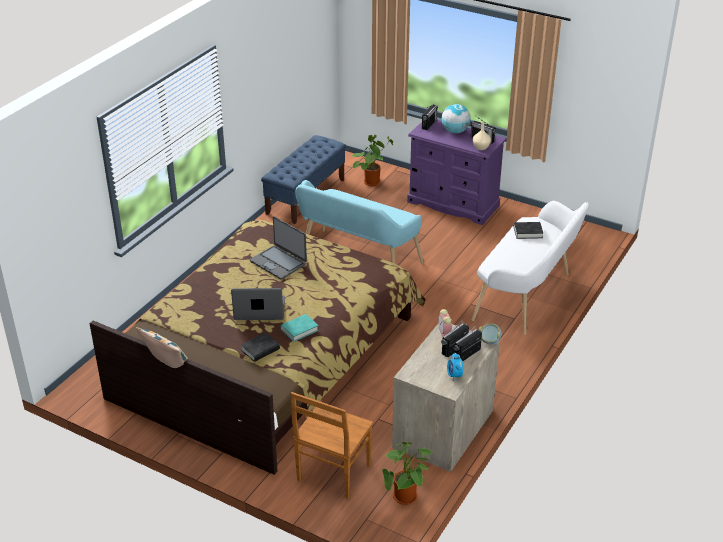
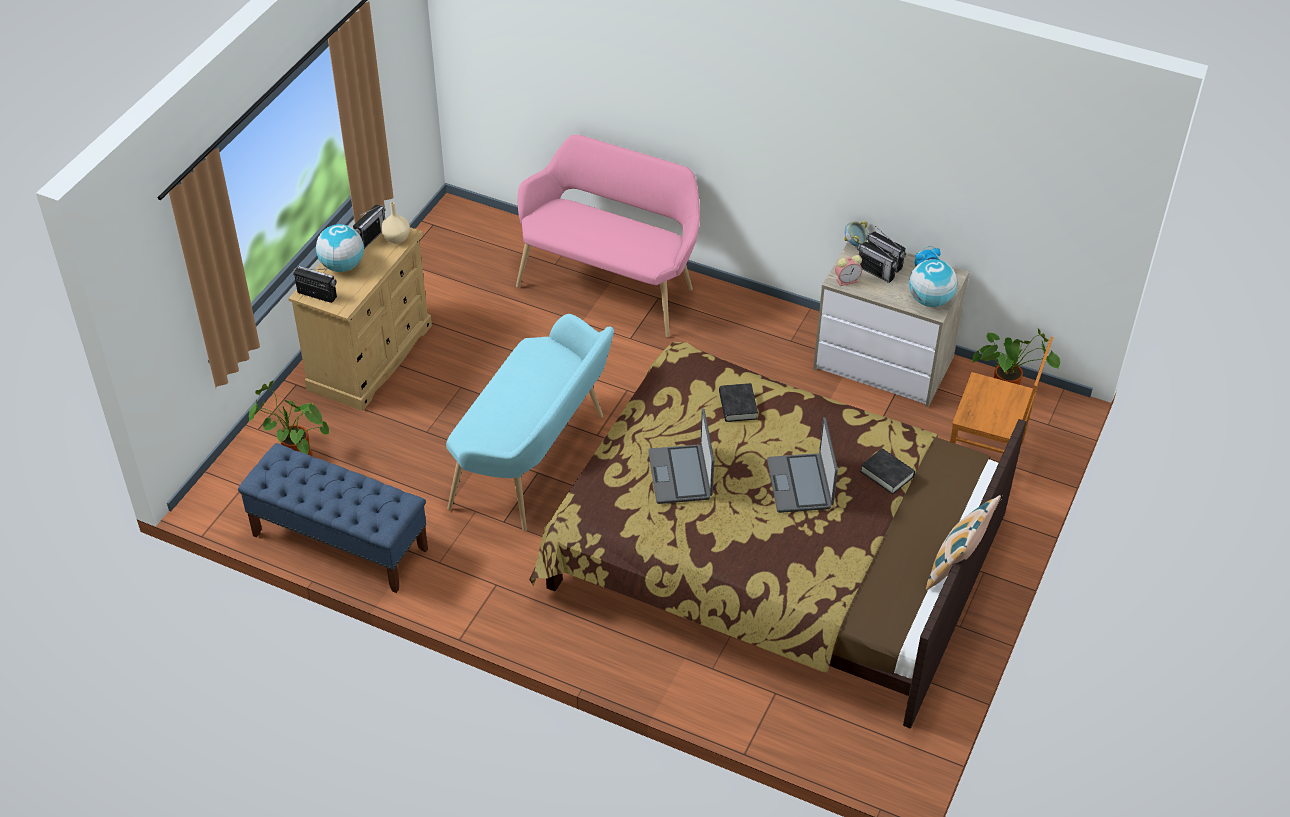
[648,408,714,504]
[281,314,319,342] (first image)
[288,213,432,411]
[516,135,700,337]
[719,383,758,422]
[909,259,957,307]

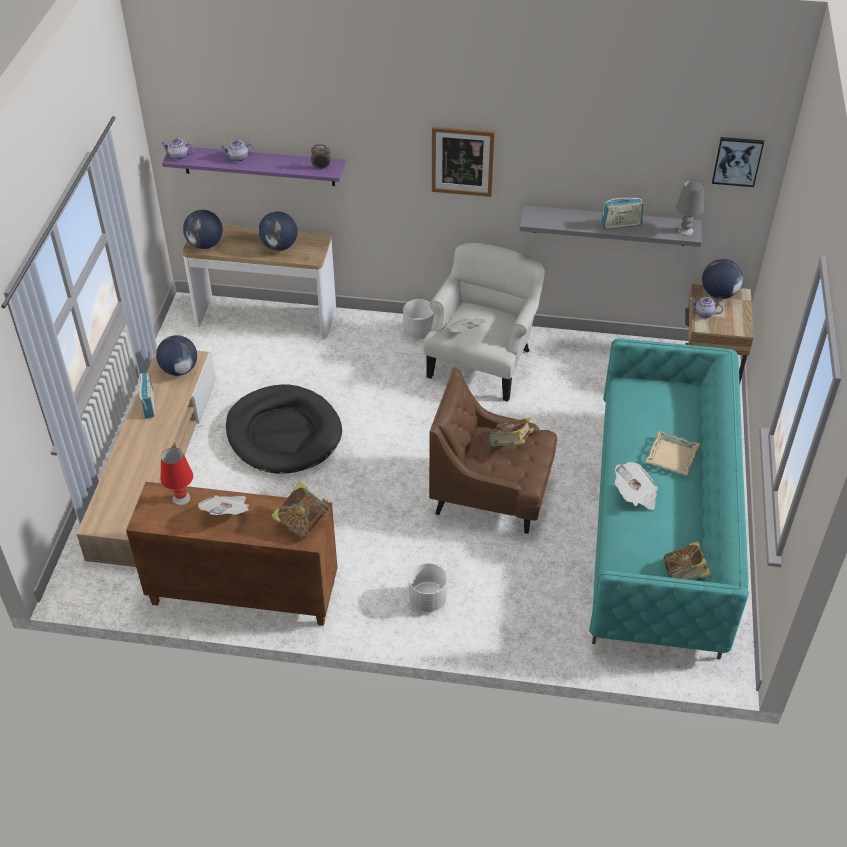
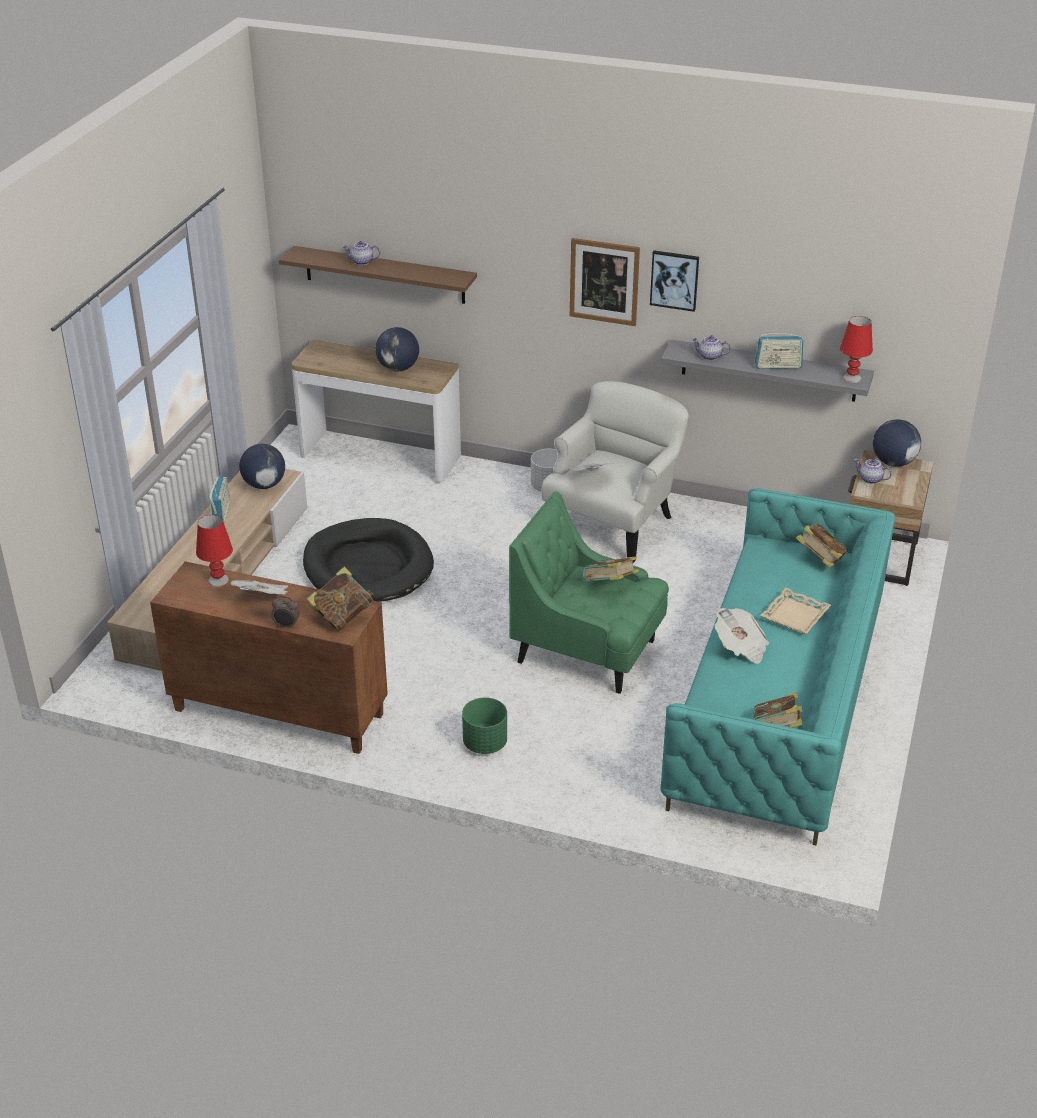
[692,335,731,361]
[279,246,477,304]
[183,210,223,249] (first image)
[271,595,299,629]
[462,697,507,754]
[509,491,669,694]
[840,316,873,383]
[650,250,699,312]
[796,523,848,568]

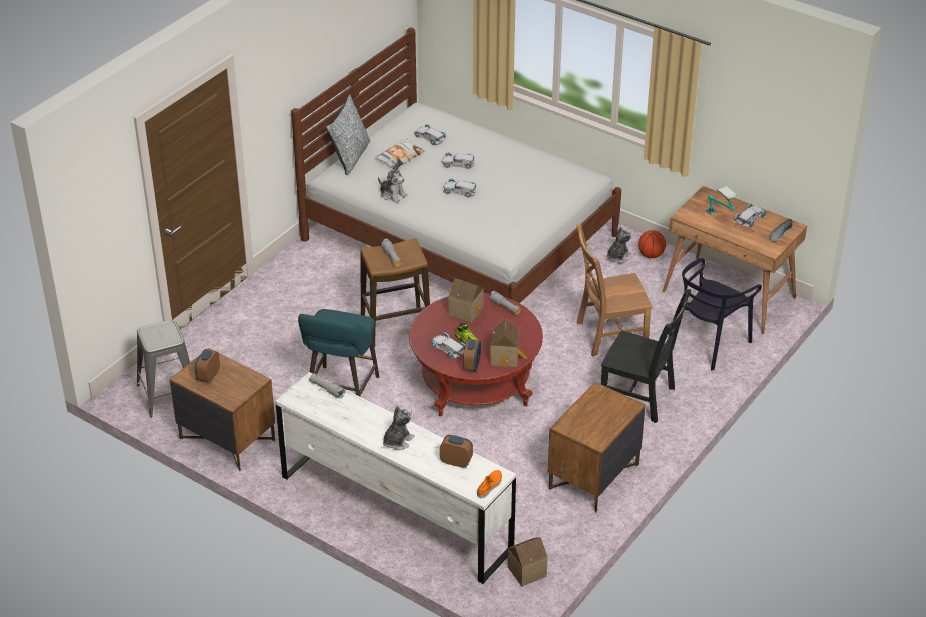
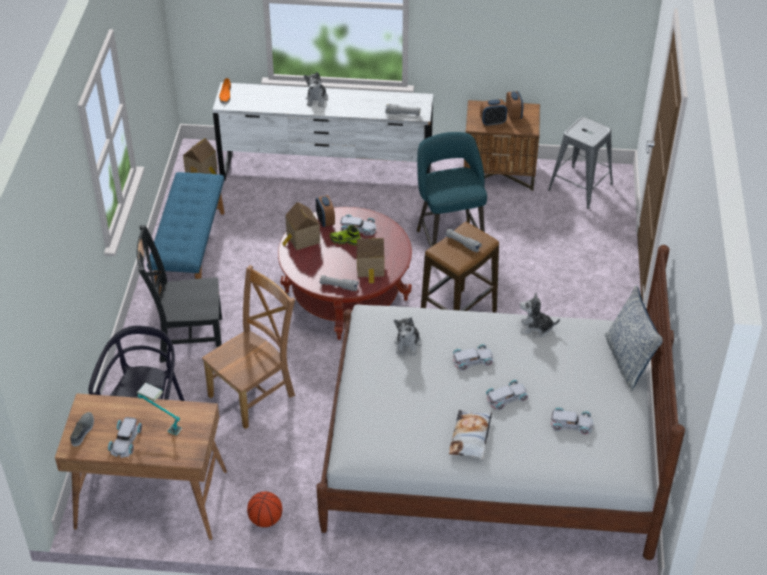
[449,410,492,459]
[480,99,507,126]
[147,172,225,295]
[394,316,422,356]

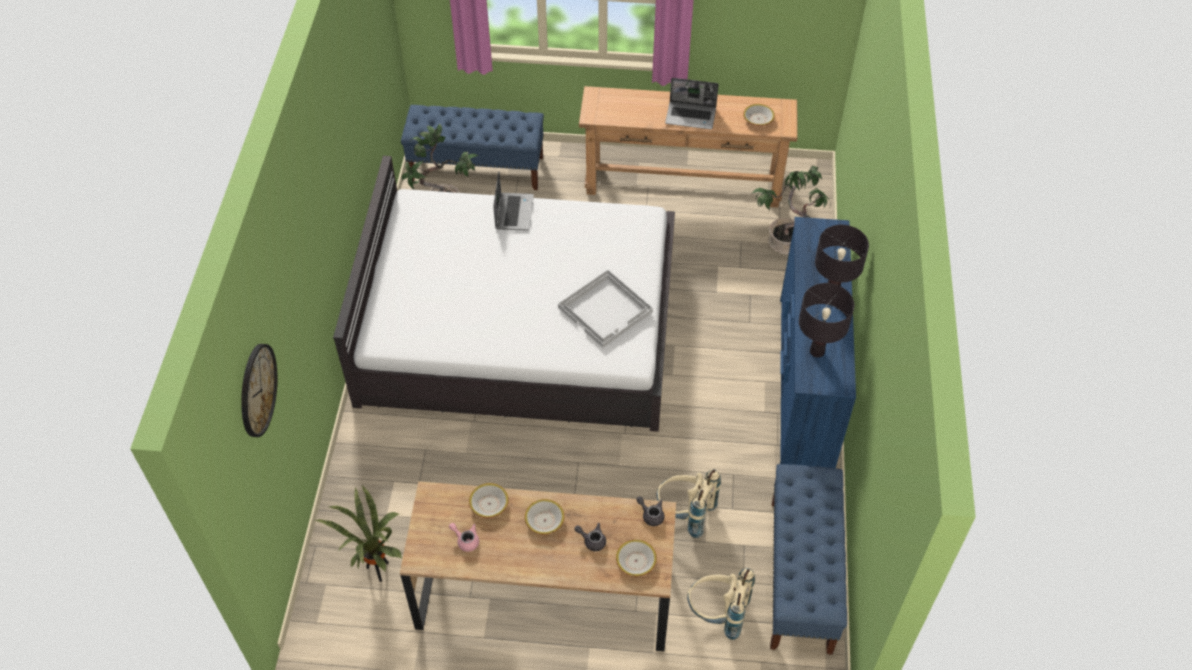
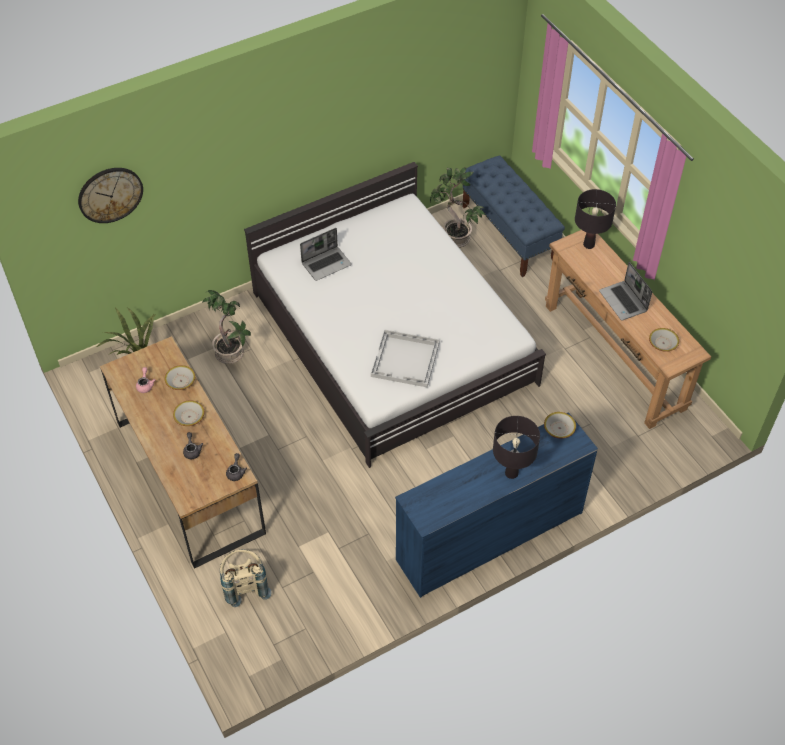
[300,228,352,281]
[544,412,576,439]
[656,469,721,538] (first image)
[202,290,251,364]
[770,464,847,655] (first image)
[575,189,616,249]

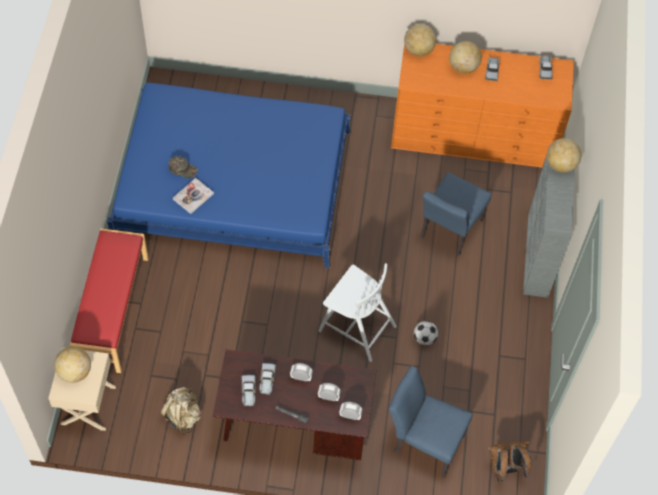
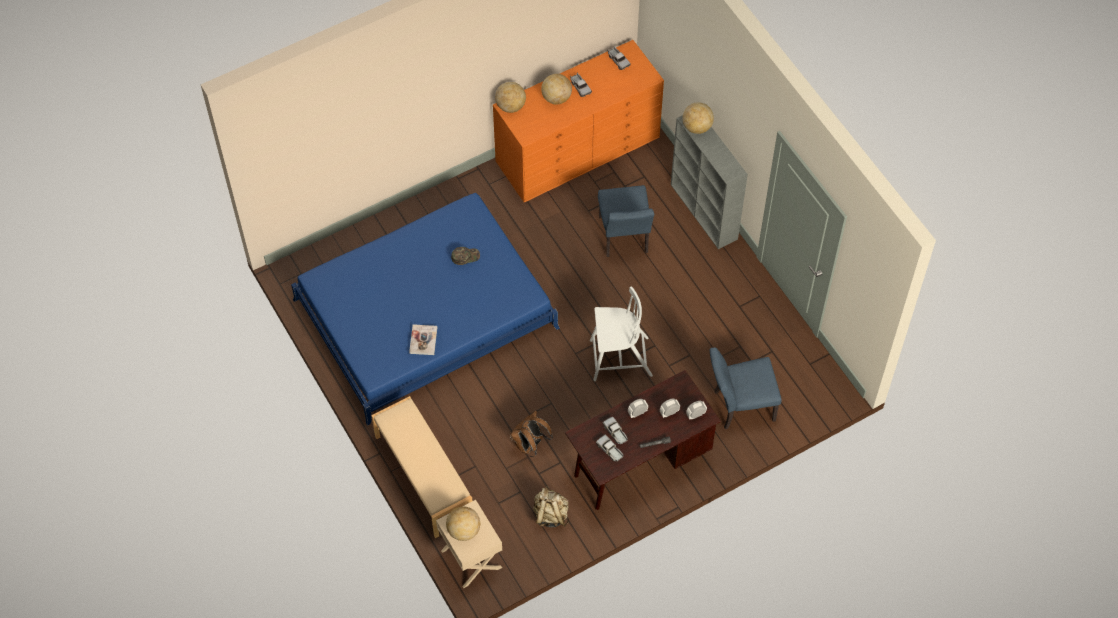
[371,396,472,538]
[451,247,480,265]
[414,321,438,345] (first image)
[510,411,553,457]

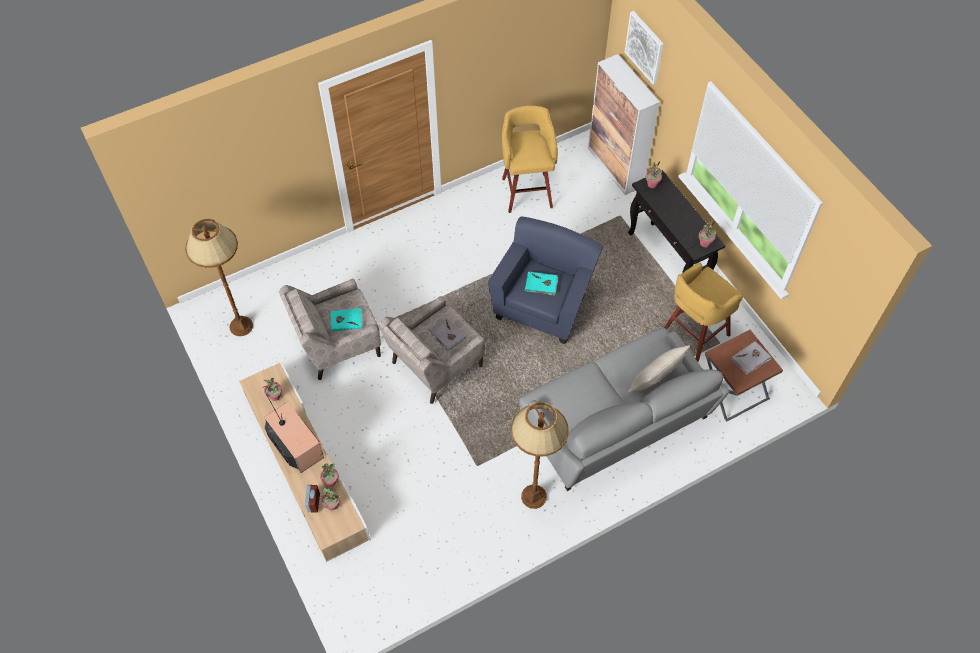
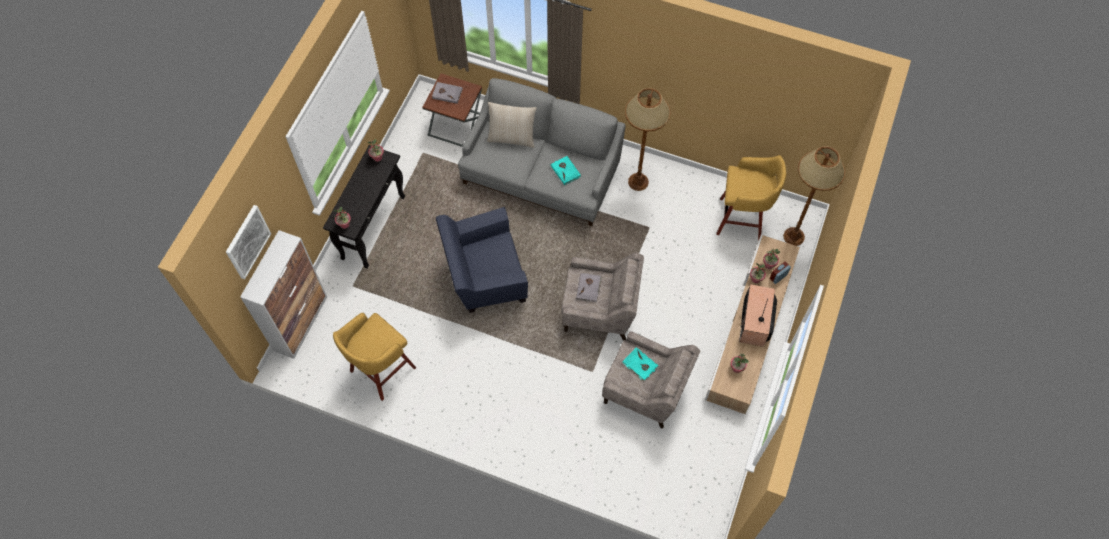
[783,146,845,246]
[551,155,581,185]
[716,155,786,241]

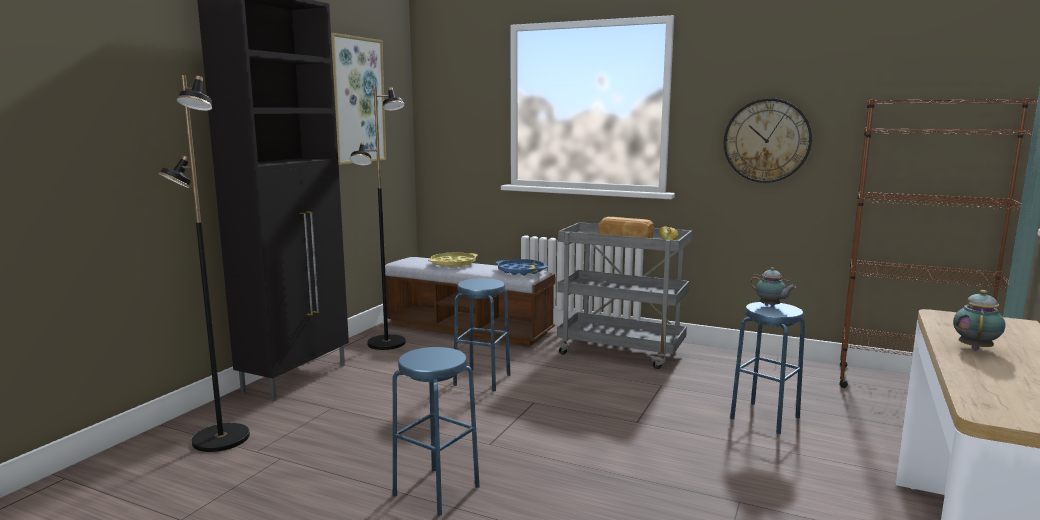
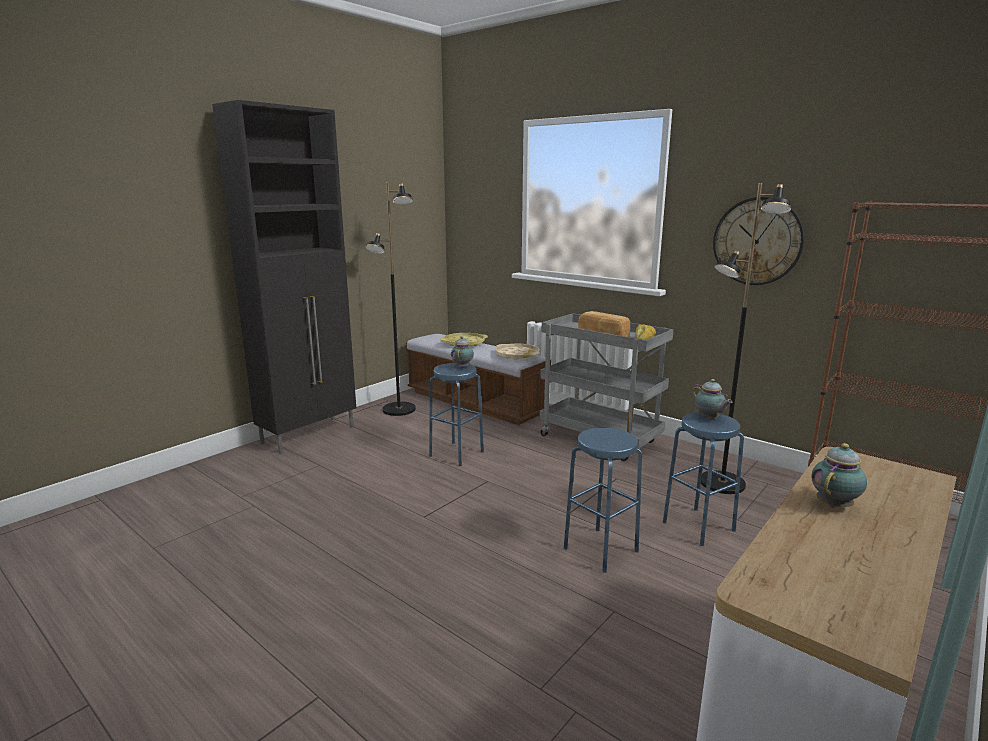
[701,183,791,494]
[331,33,386,165] (first image)
[564,428,642,573]
[496,344,540,360]
[451,336,474,368]

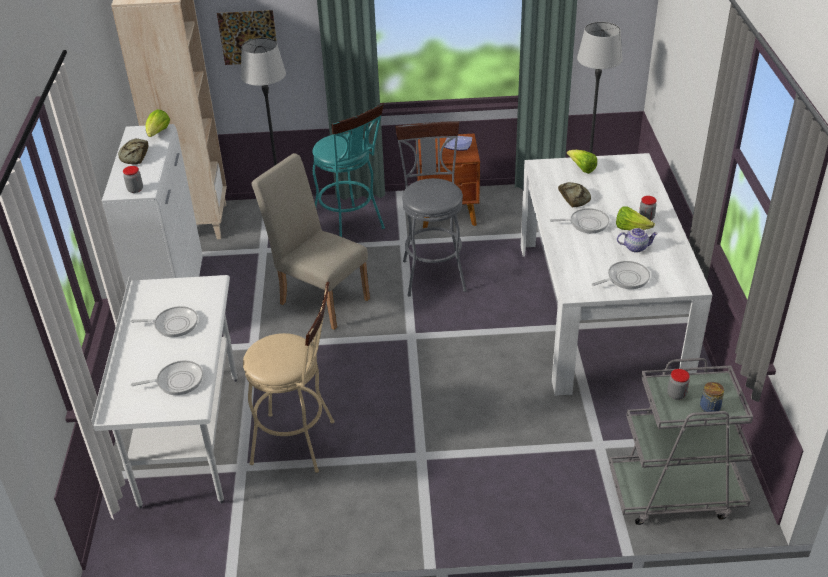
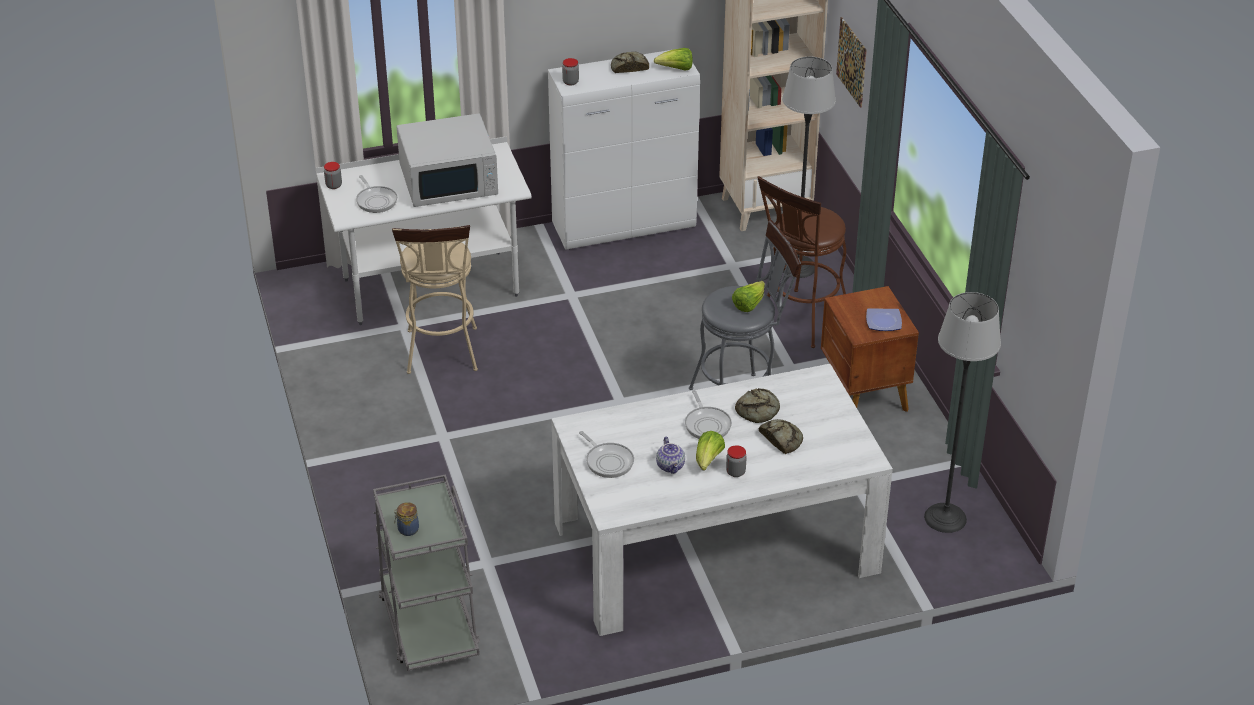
[397,114,498,207]
[252,153,370,330] (first image)
[757,176,846,348]
[732,281,765,312]
[324,162,342,189]
[759,419,803,454]

